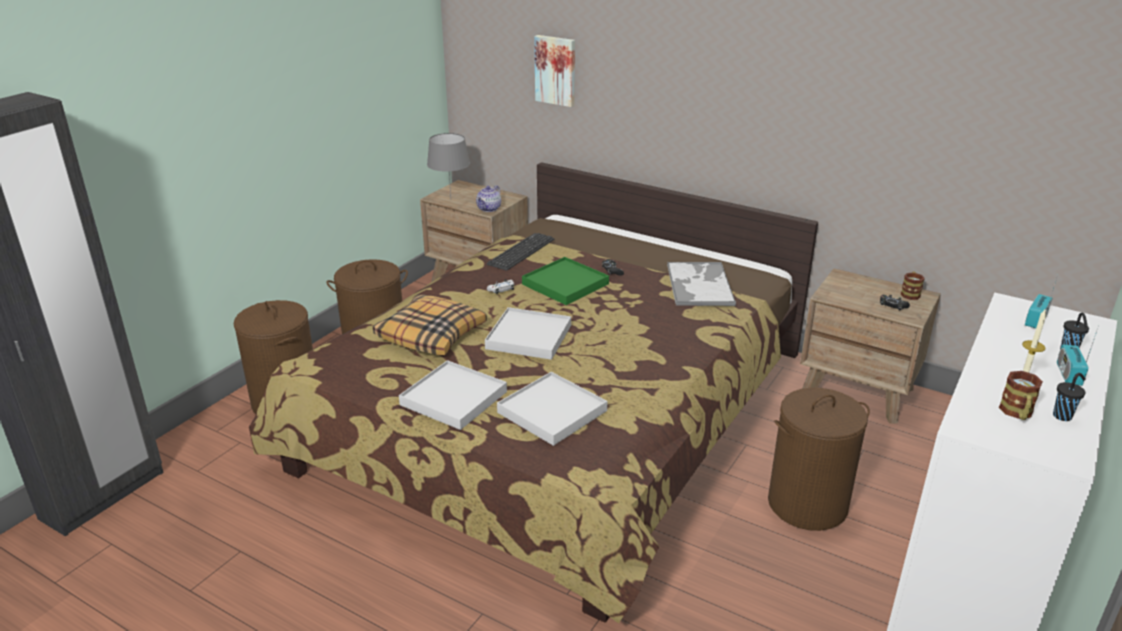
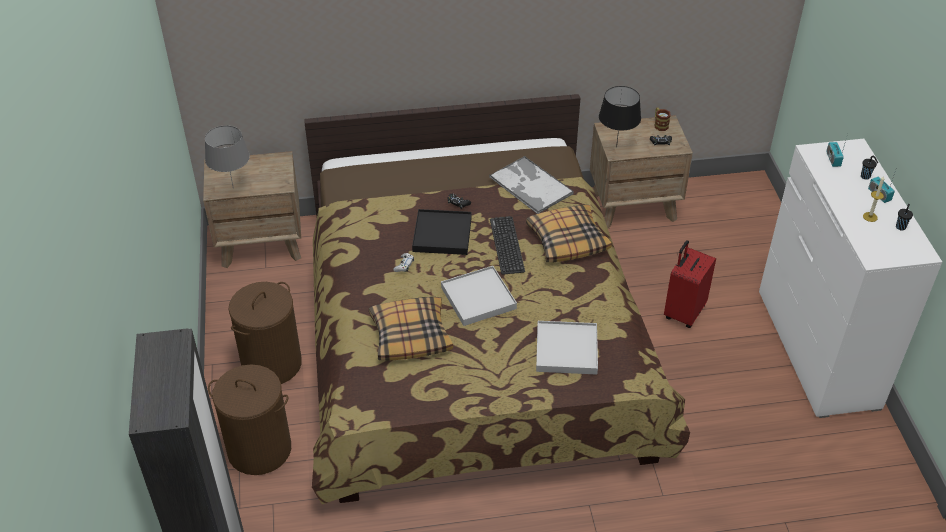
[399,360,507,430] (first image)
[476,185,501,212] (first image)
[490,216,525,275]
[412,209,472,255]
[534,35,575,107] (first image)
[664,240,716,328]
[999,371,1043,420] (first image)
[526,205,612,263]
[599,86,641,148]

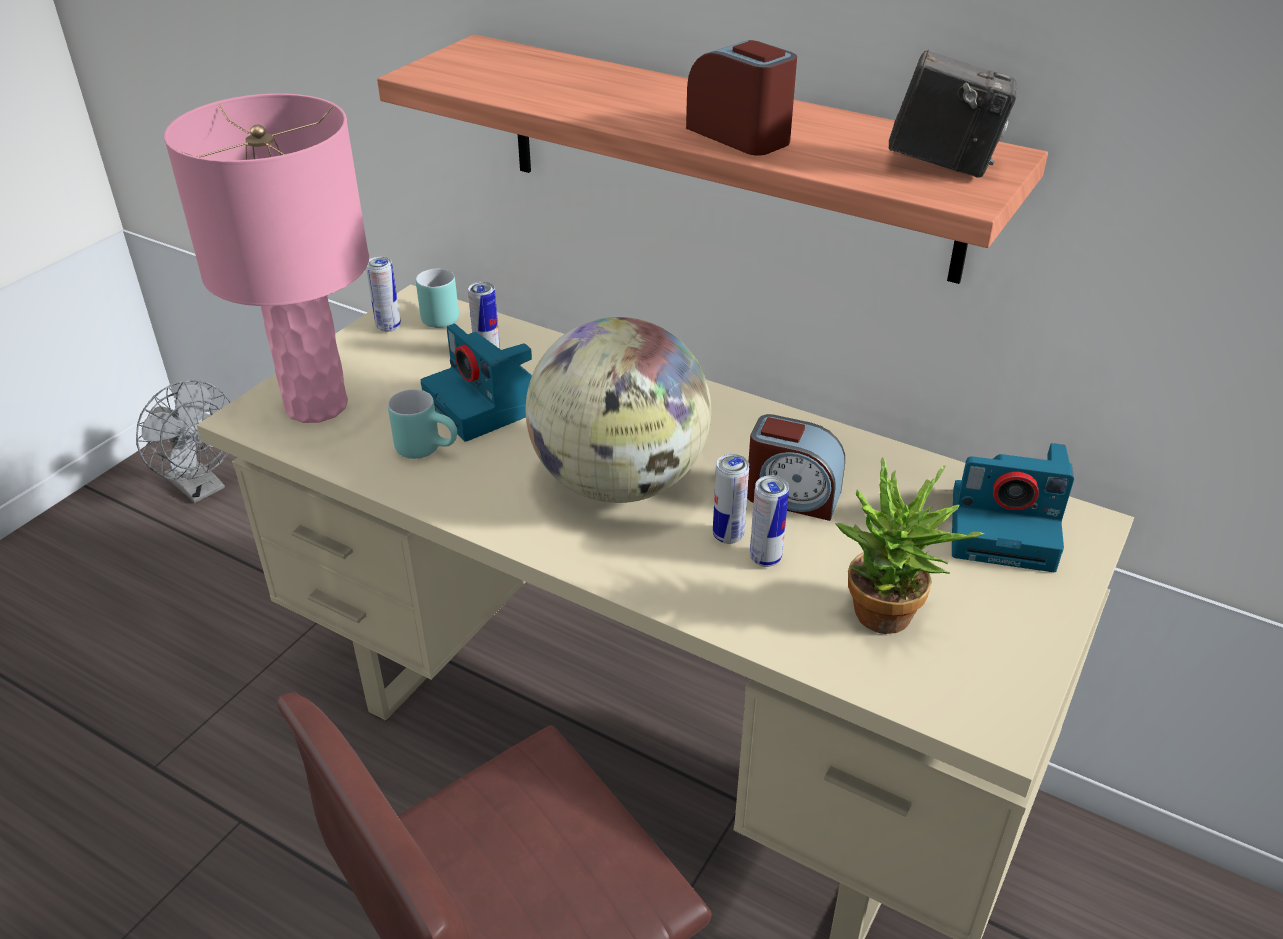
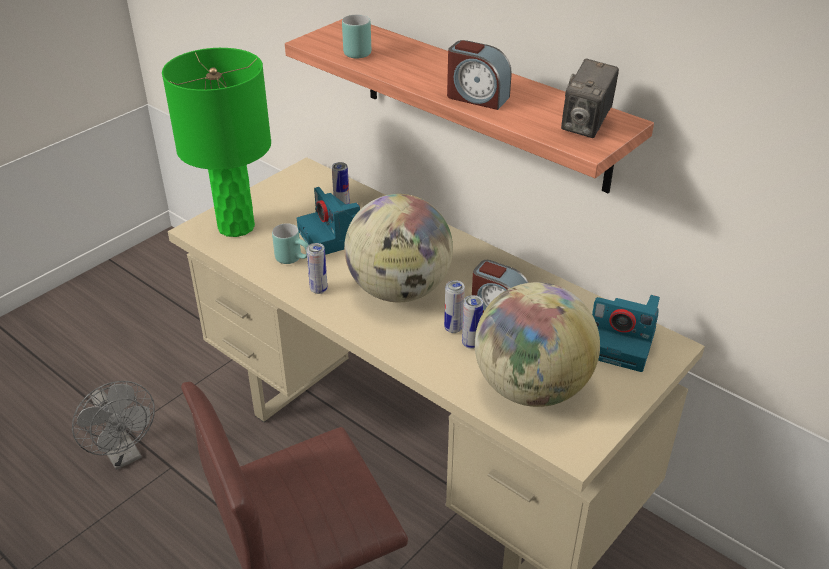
[72,381,155,470]
[162,48,271,237]
[306,243,328,294]
[342,14,371,58]
[447,40,512,110]
[475,282,600,407]
[561,59,619,138]

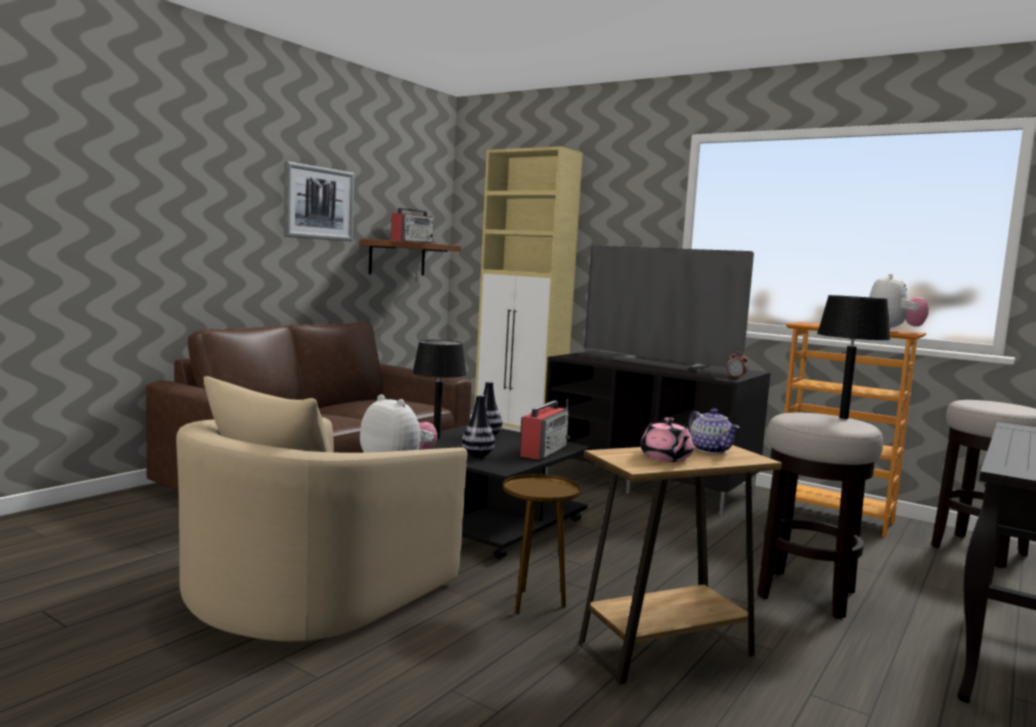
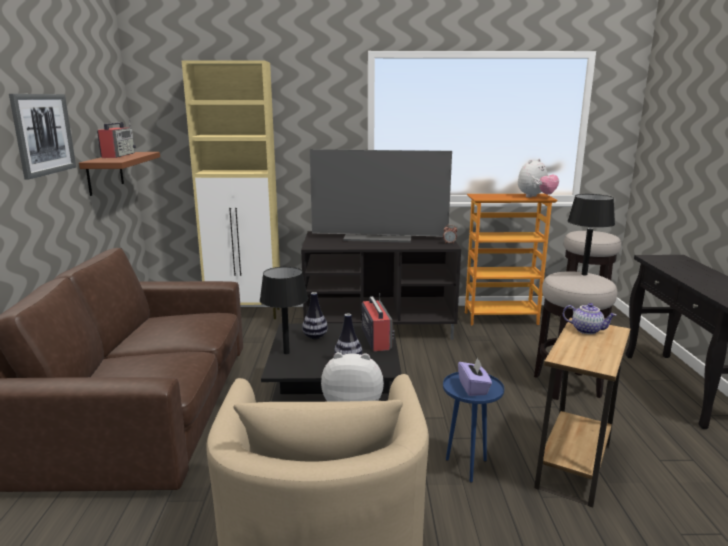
[443,372,504,483]
[640,417,694,462] (first image)
[518,159,559,198]
[458,357,492,396]

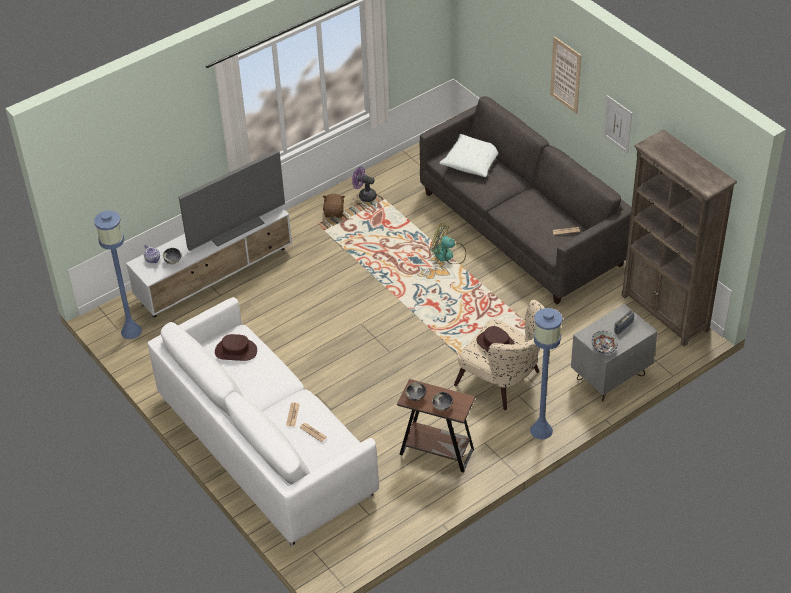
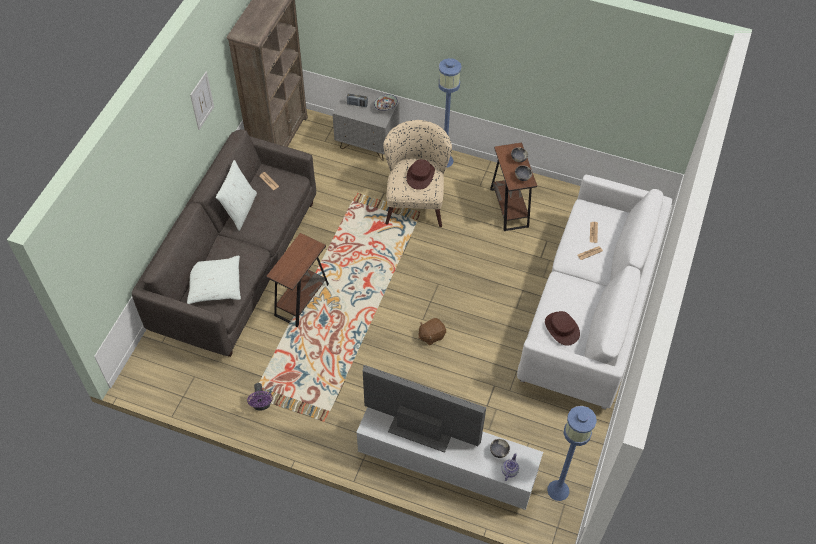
[418,318,446,345]
[266,233,329,327]
[550,36,582,114] (first image)
[216,160,257,231]

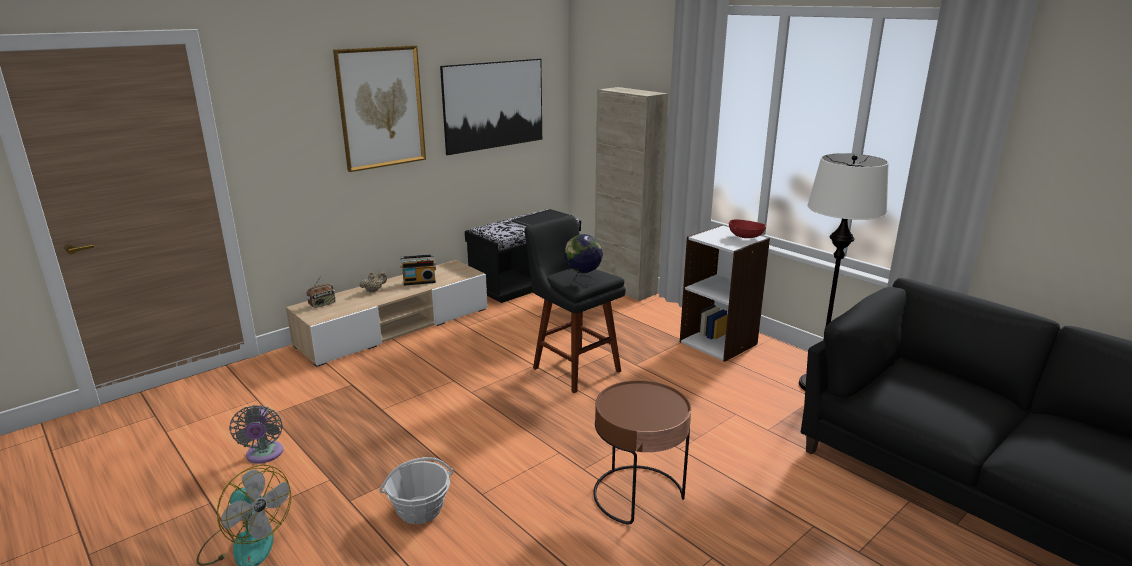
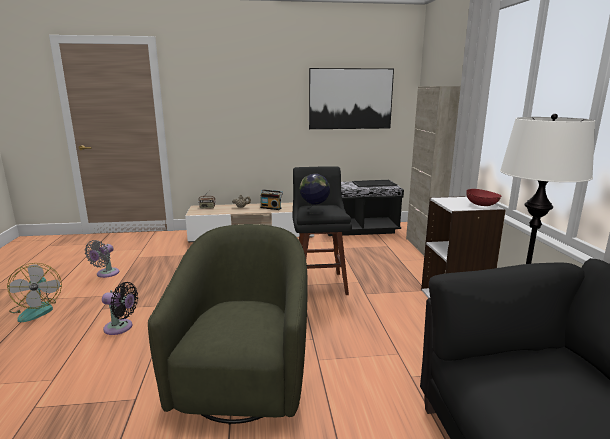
[333,45,426,172] (first image)
[102,282,138,335]
[148,224,308,425]

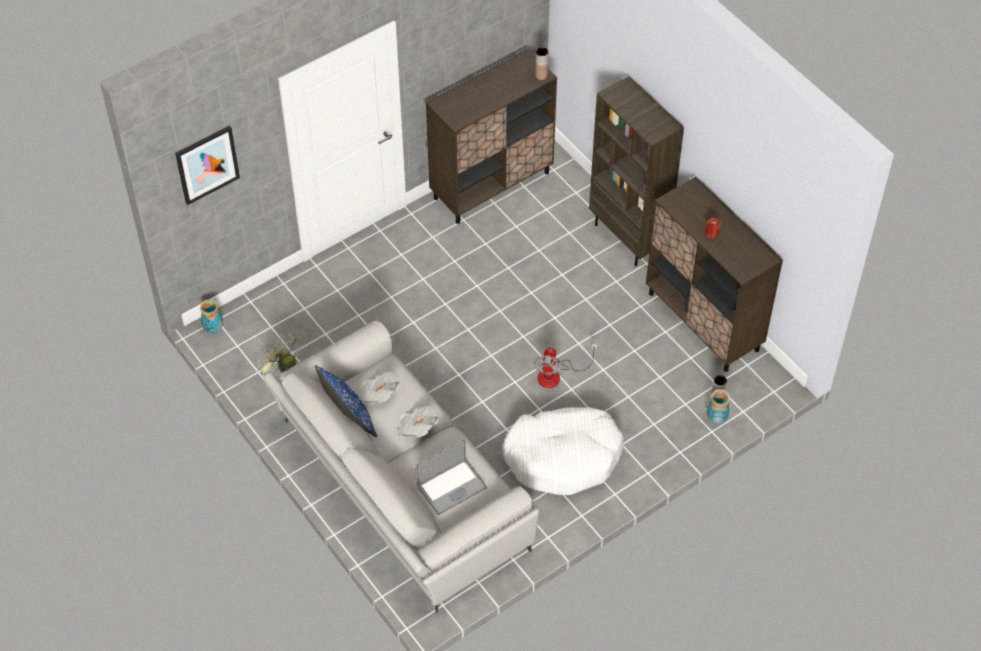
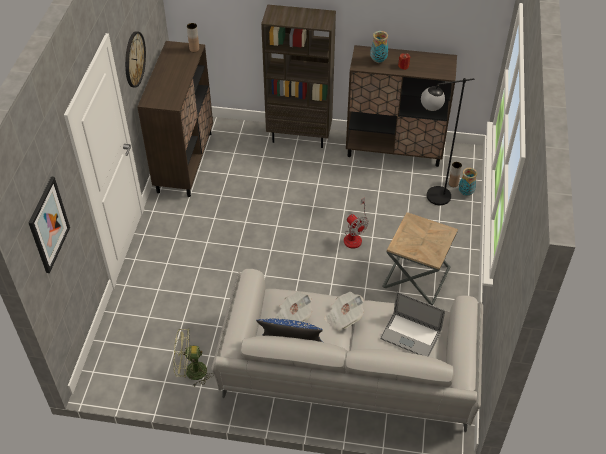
[370,31,388,63]
[380,292,445,357]
[382,212,458,305]
[125,31,146,88]
[421,78,474,205]

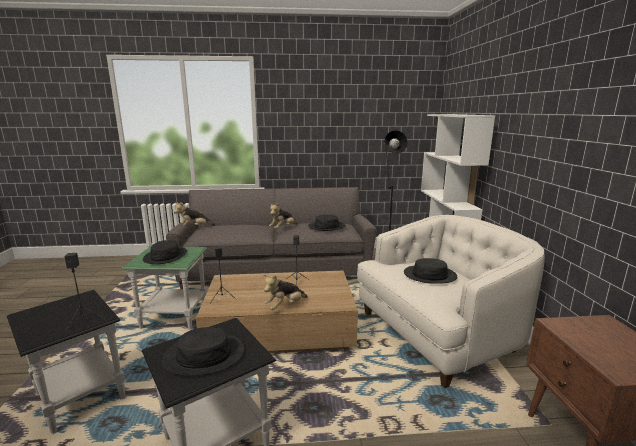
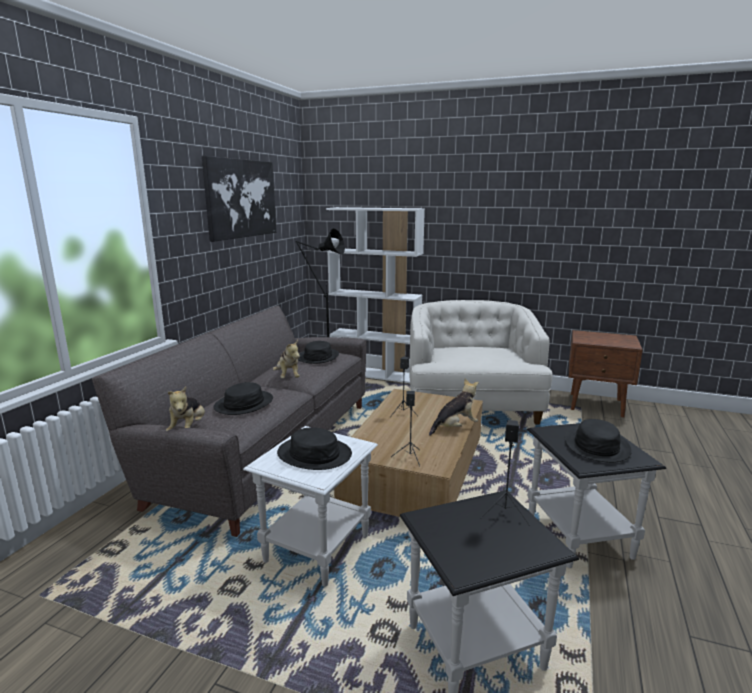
[243,426,378,587]
[429,379,479,436]
[213,382,273,415]
[202,156,276,242]

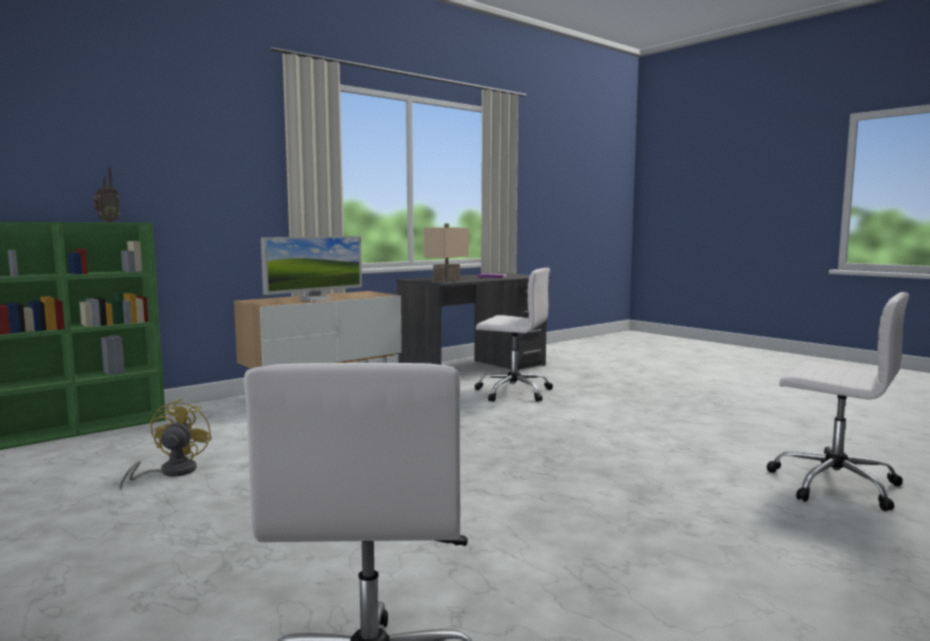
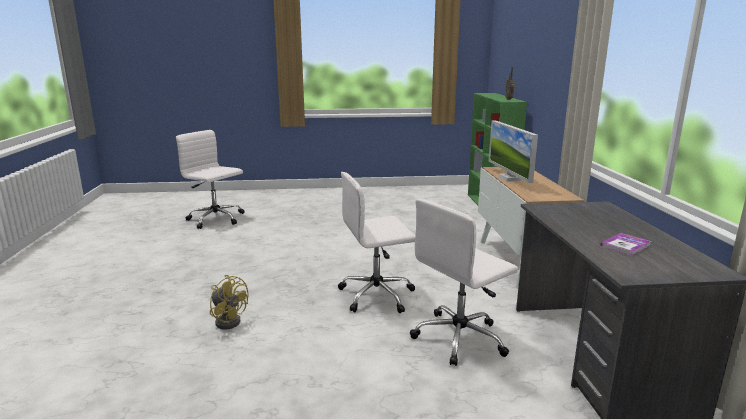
[210,275,248,330]
[424,224,469,282] (first image)
[338,172,415,313]

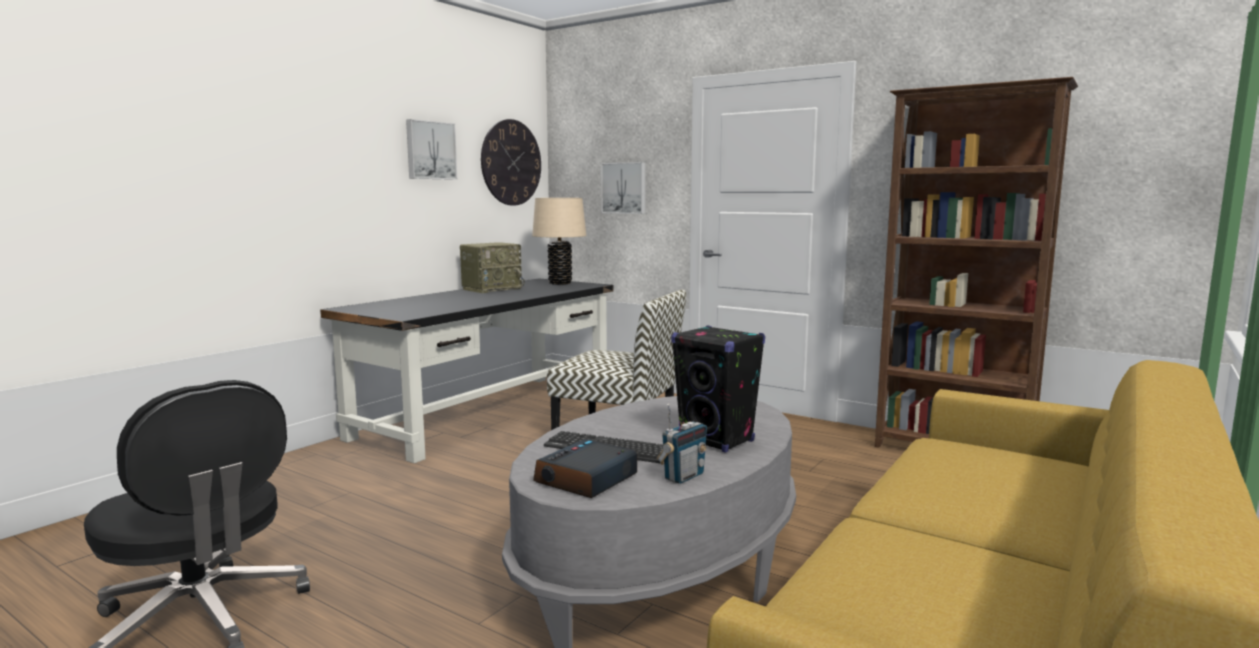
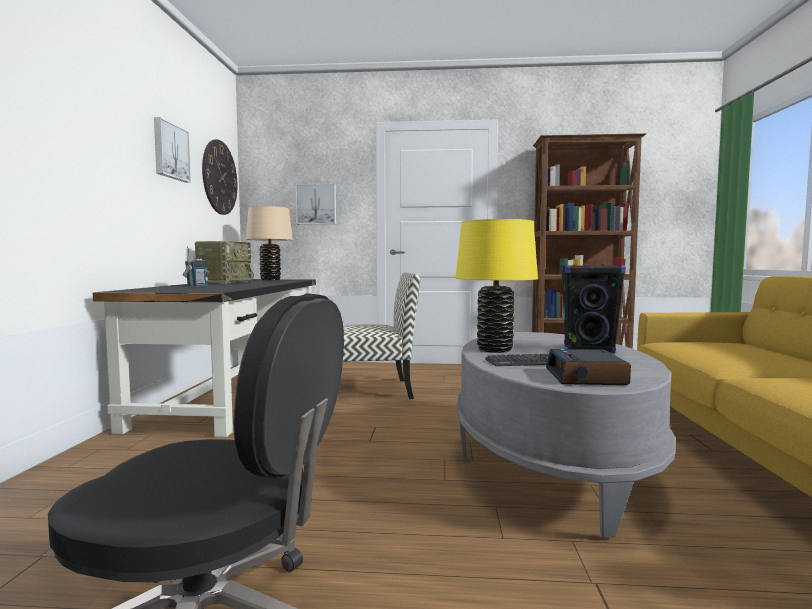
[183,246,209,286]
[455,219,538,353]

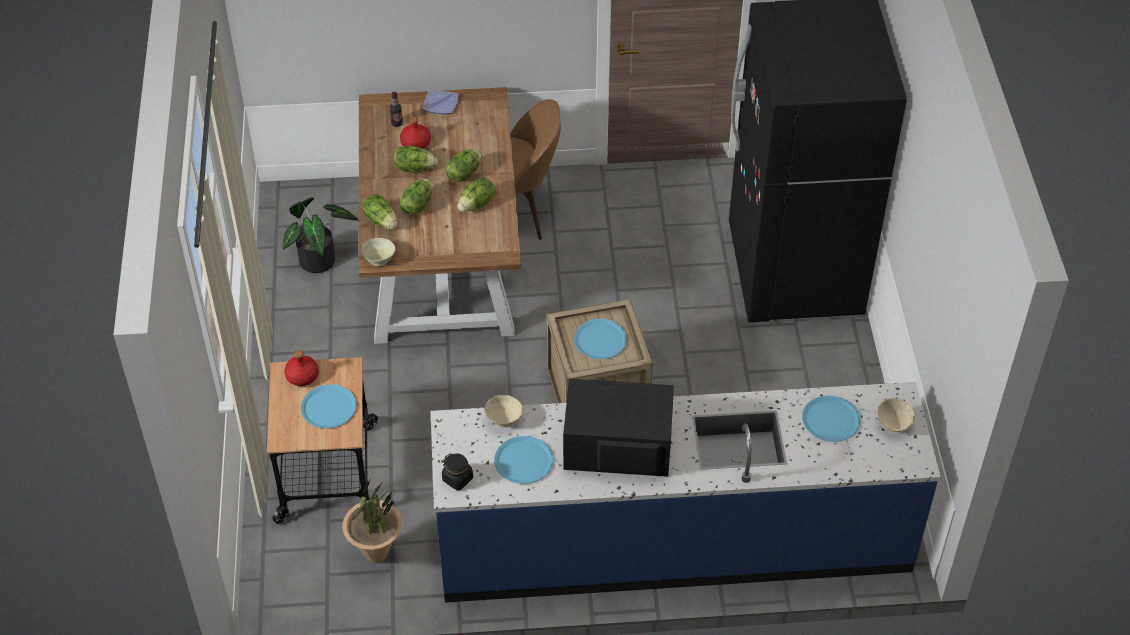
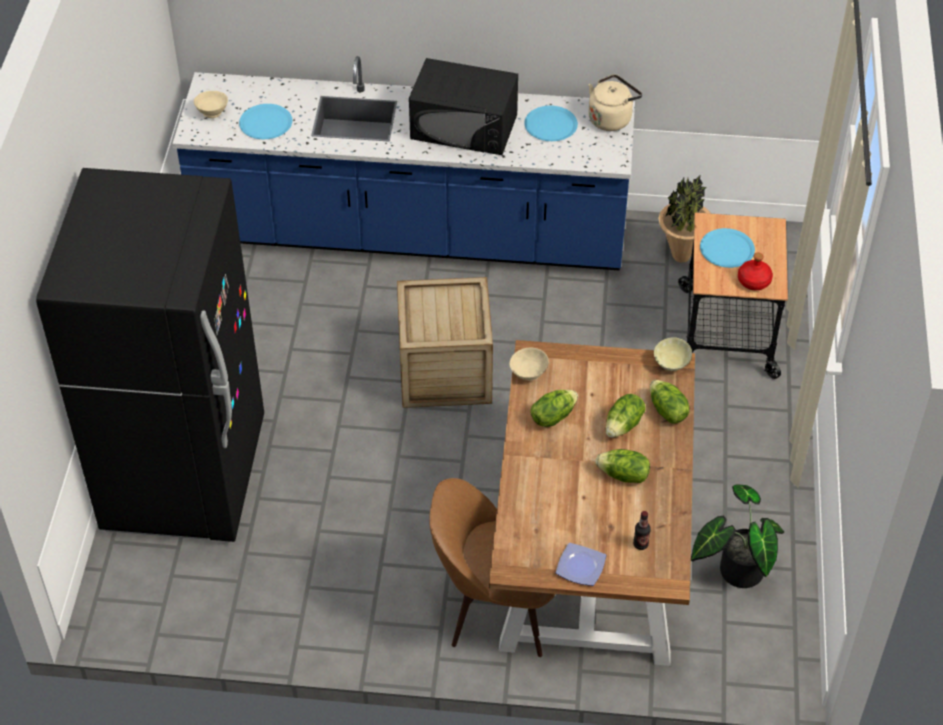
[400,117,431,149] (first image)
[588,74,642,131]
[445,149,482,182] (first image)
[509,348,549,381]
[574,319,627,359] (first image)

